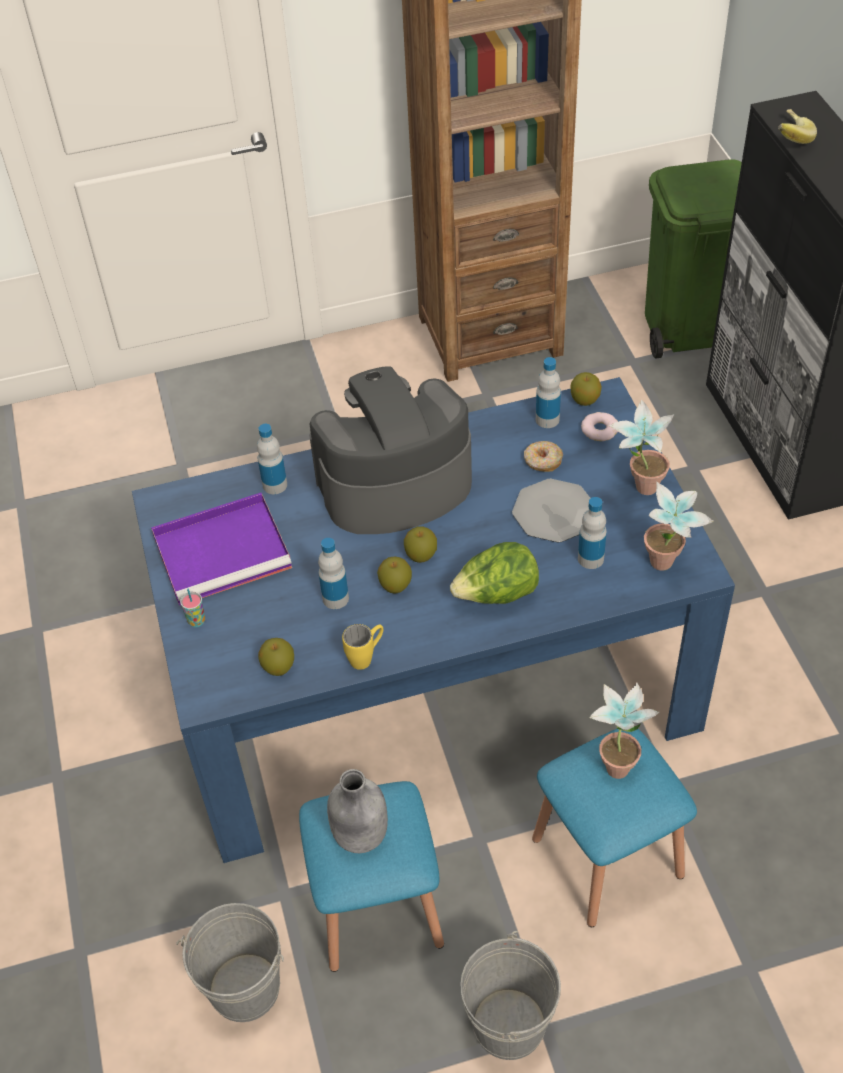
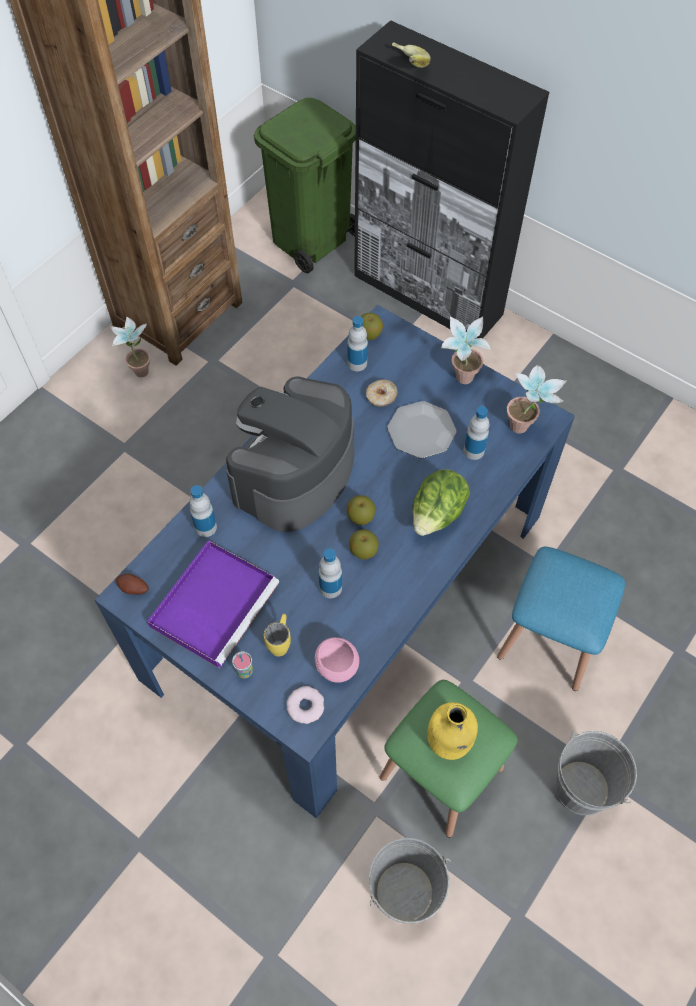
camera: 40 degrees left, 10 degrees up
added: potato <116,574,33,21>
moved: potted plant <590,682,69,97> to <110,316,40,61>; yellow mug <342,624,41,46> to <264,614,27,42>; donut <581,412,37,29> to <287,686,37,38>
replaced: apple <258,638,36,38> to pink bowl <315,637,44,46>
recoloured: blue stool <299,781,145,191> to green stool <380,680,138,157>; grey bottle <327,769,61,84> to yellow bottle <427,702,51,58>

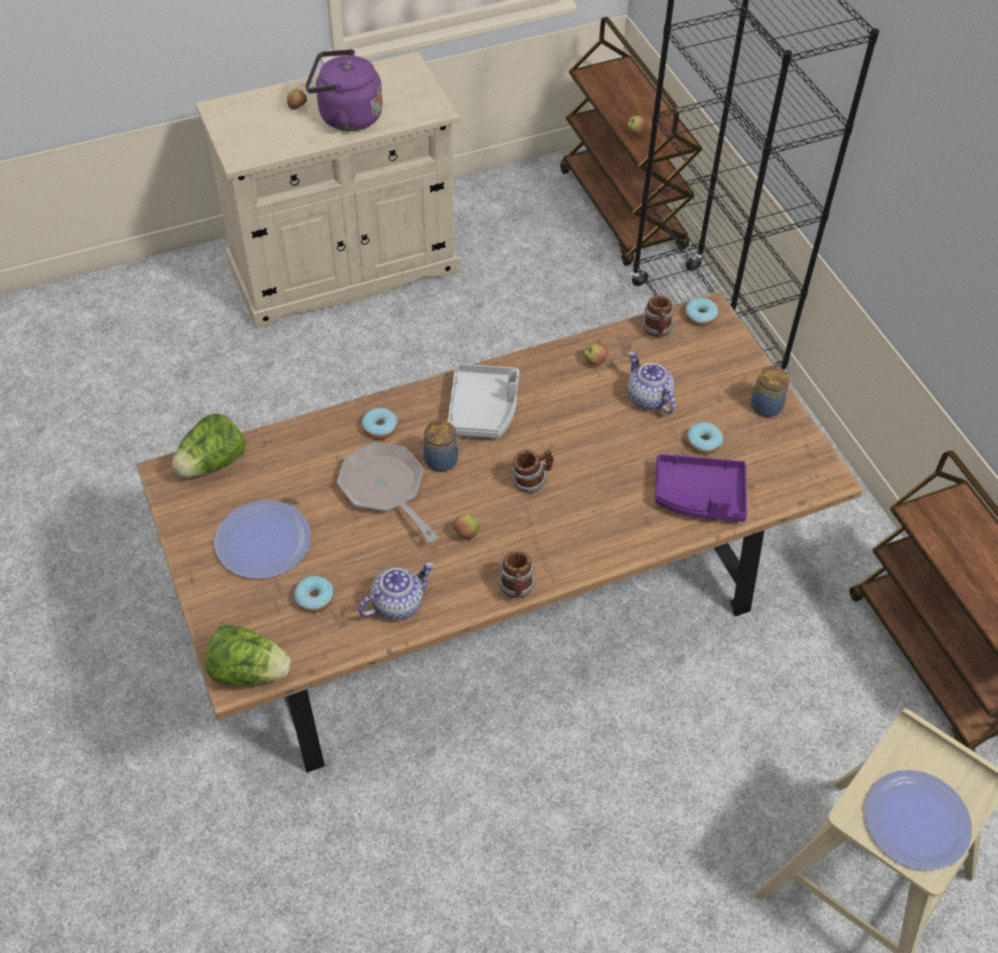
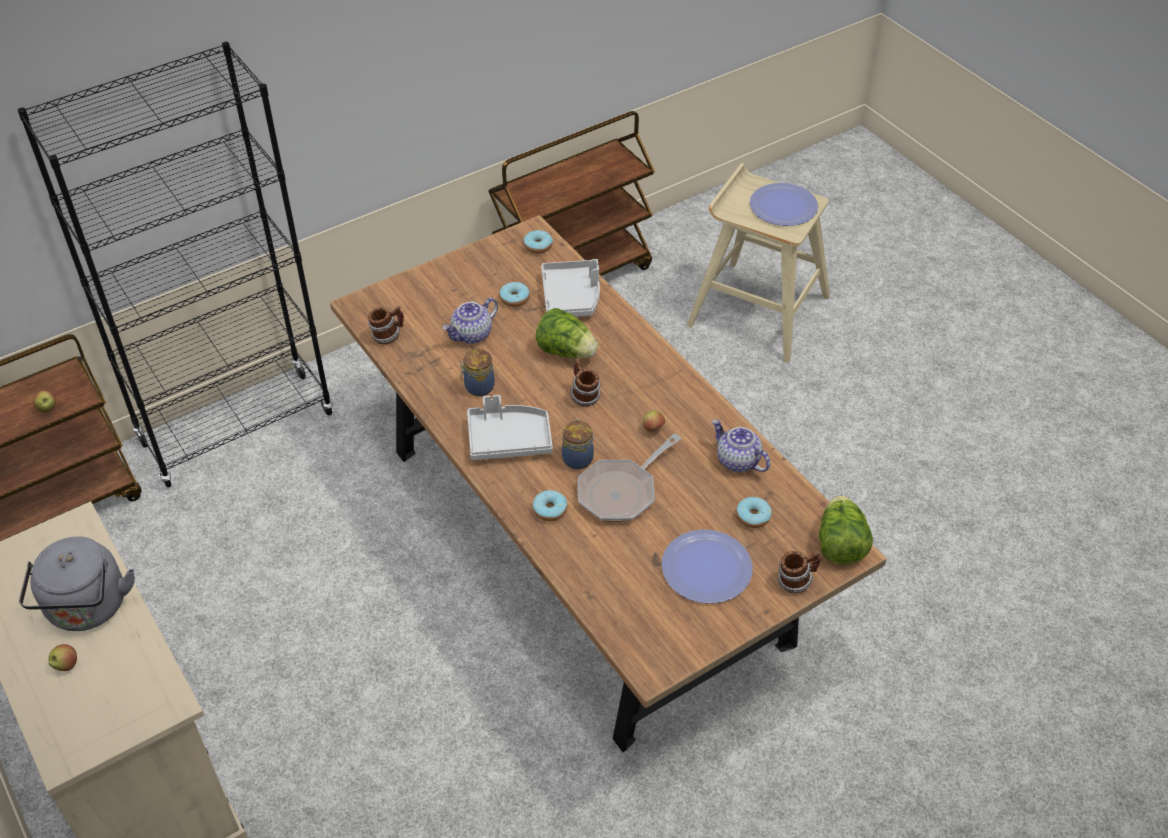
camera: 100 degrees left, 5 degrees down
removed: apple <584,343,24,23>
moved: jar <751,365,38,52> to <460,349,34,47>; donut <685,298,33,28> to <523,230,30,24>; lettuce <172,413,73,65> to <536,308,62,50>; mug <499,551,37,47> to <778,551,43,42>
recoloured: purple kettle <305,49,78,82> to grey kettle <19,536,116,95>; purple tray <655,454,92,68> to grey tray <541,259,59,58>

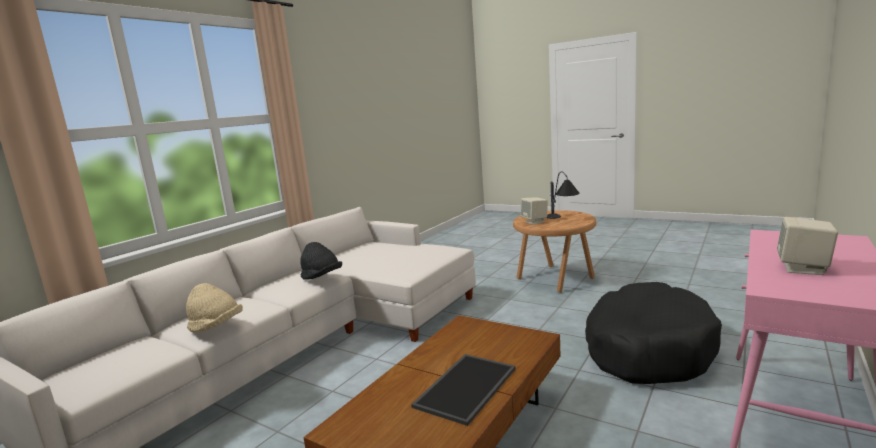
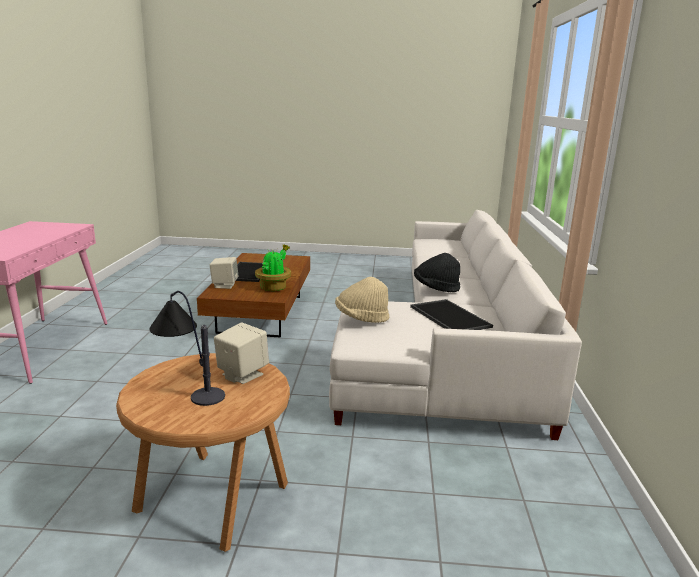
camera: 150 degrees right, 5 degrees up
removed: black dog bed <585,282,137,102>
added: potted plant <255,244,36,47>; tray <410,299,83,31>
moved: beige speaker <777,217,61,58> to <210,257,29,32>; beige hat <186,283,57,49> to <335,277,54,46>

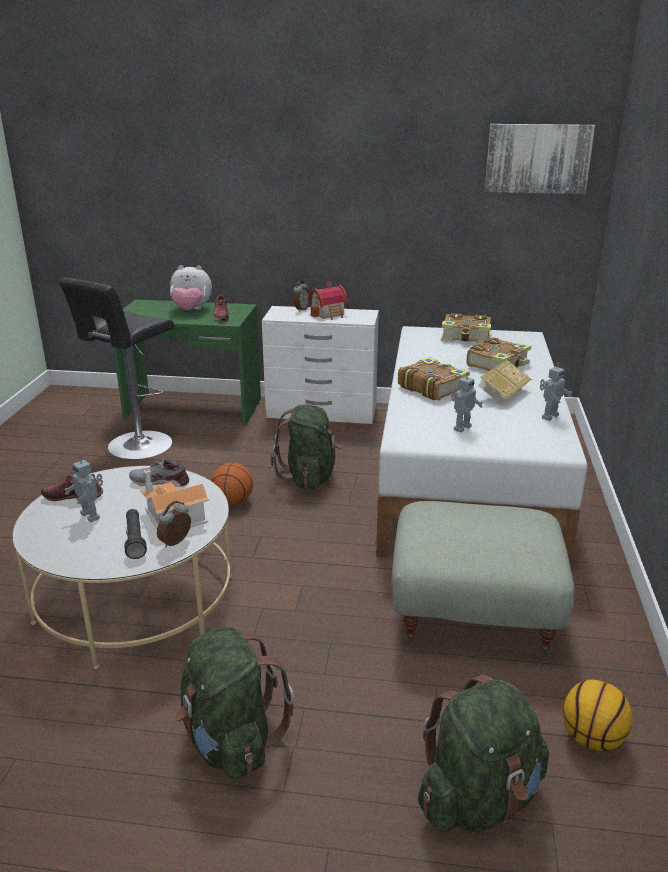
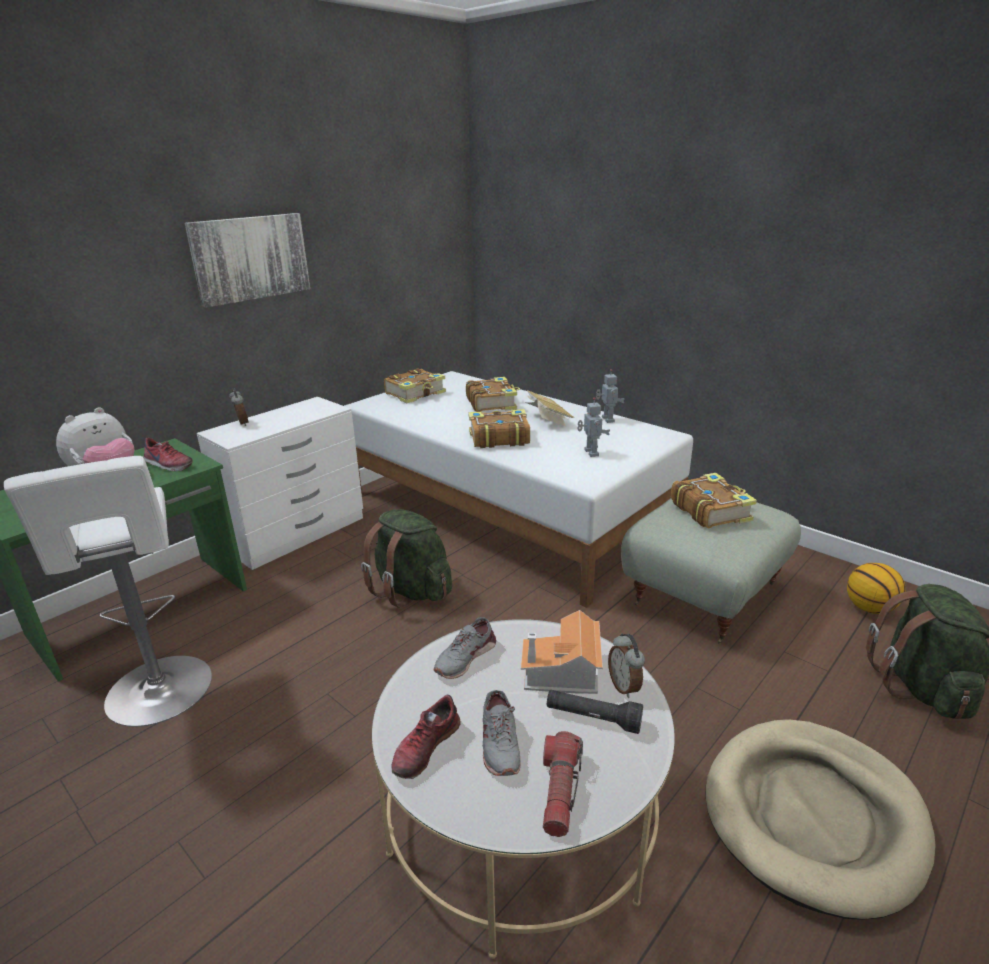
camera: 55 degrees left, 0 degrees up
removed: basketball <211,463,42,42>; toy house <308,282,40,38>
added: flashlight <543,731,40,106>; book <671,473,86,55>
moved: picture <485,124,110,70> to <185,213,125,95>
replaced: toy robot <64,456,39,66> to grey shoe <483,690,38,86>; green backpack <174,627,120,153> to beige dog bed <705,719,231,201>
recoloured: black stool <58,278,116,182> to white stool <4,456,208,271>

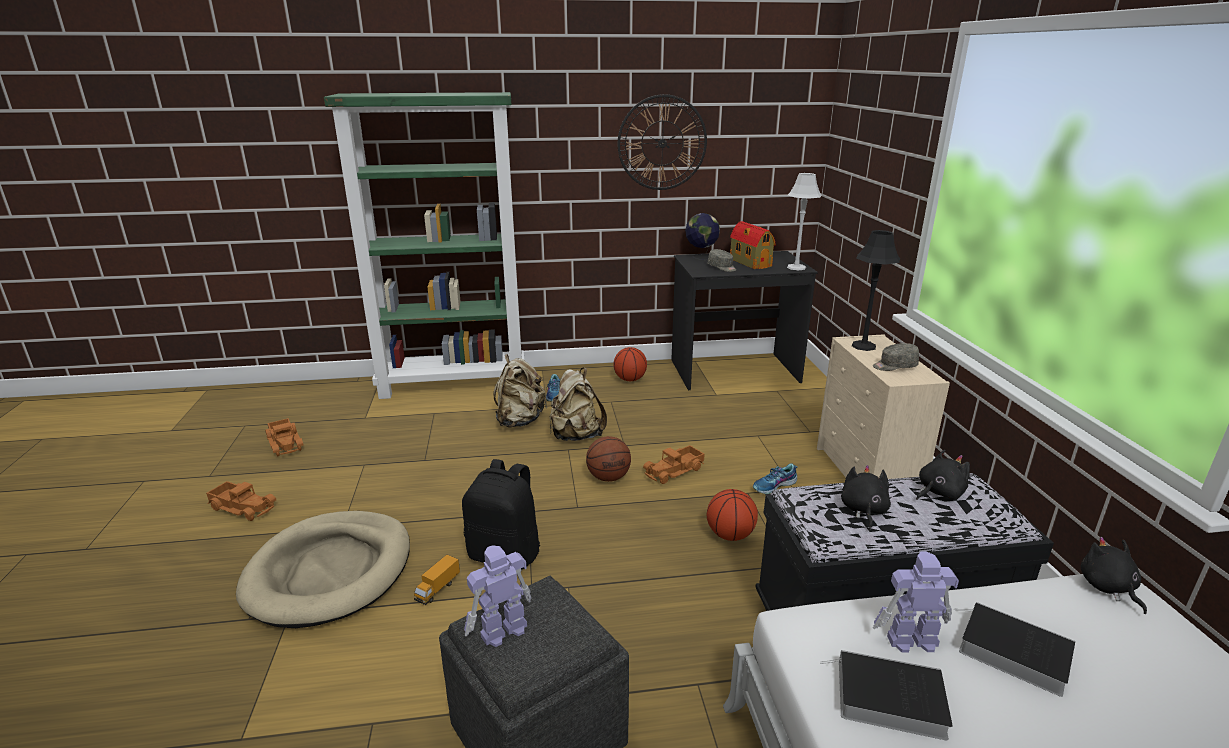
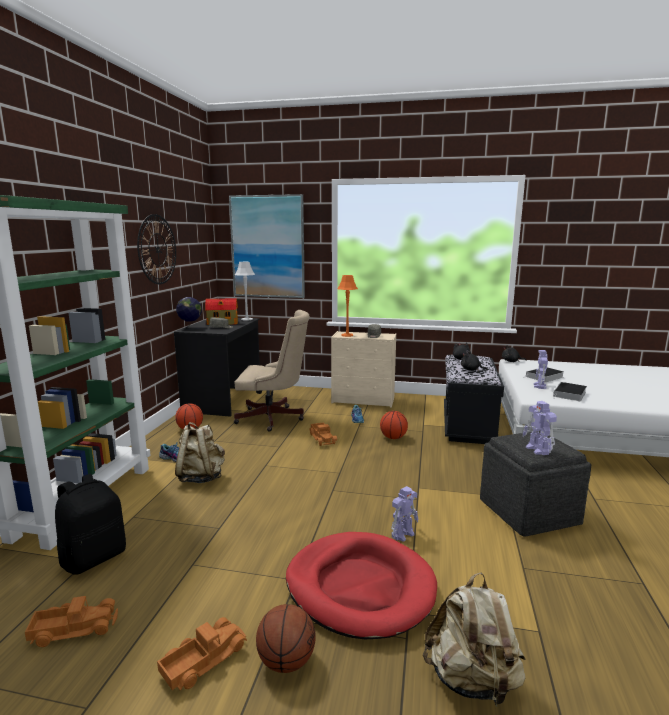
camera: 70 degrees left, 10 degrees down
added: picture <229,194,76,104>; beige office chair <234,310,76,122>
moved: black backpack <462,459,78,111> to <55,474,71,101>; basketball <586,436,45,46> to <256,604,60,69>; beige backpack <550,367,57,74> to <423,573,103,136>
replaced: toy truck <414,555,46,50> to toy robot <391,486,28,56>
recoloured: beige dog bed <236,511,174,117> to red dog bed <286,532,151,107>; black table lamp <852,230,48,121> to orange table lamp <337,275,21,62>

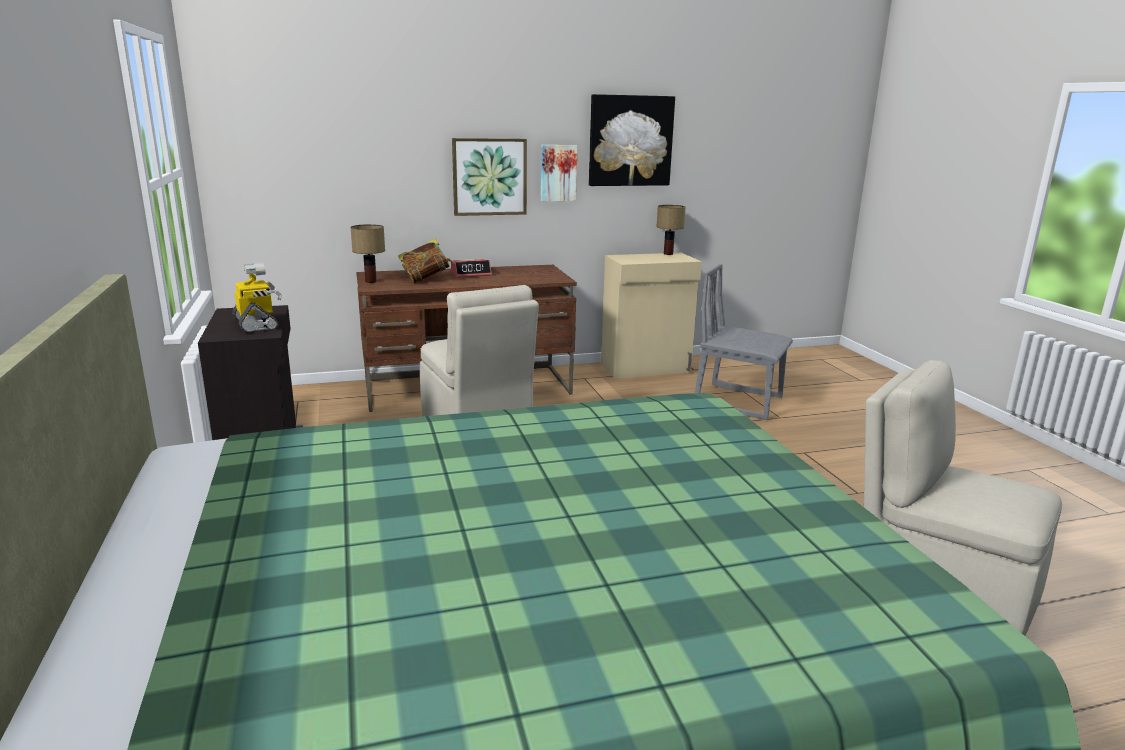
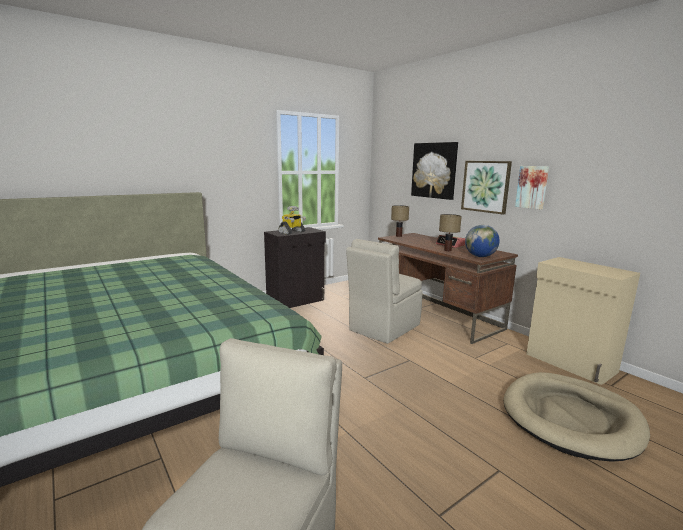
camera: 70 degrees right, 5 degrees down
removed: book <398,238,54,45>
added: globe <465,225,35,32>
moved: picture <589,94,86,92> to <411,142,47,58>; table lamp <657,205,29,50> to <439,214,23,37>
replaced: grey chair <695,264,98,156> to beige dog bed <504,372,146,89>

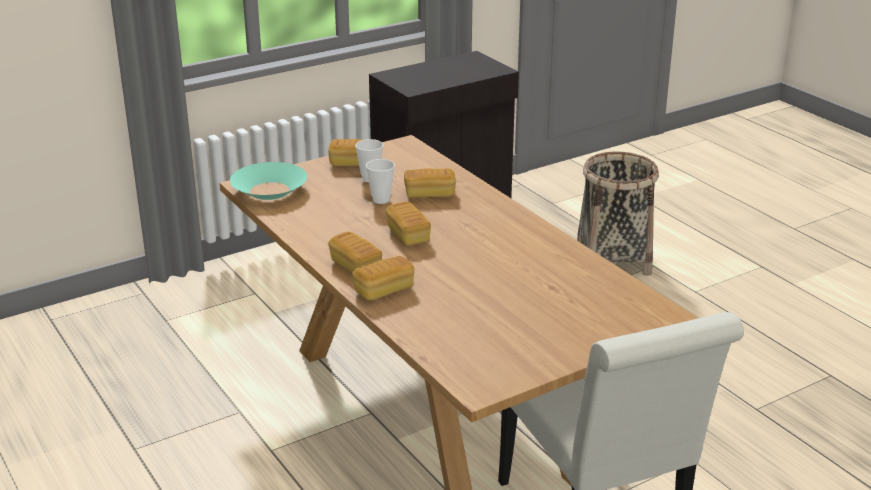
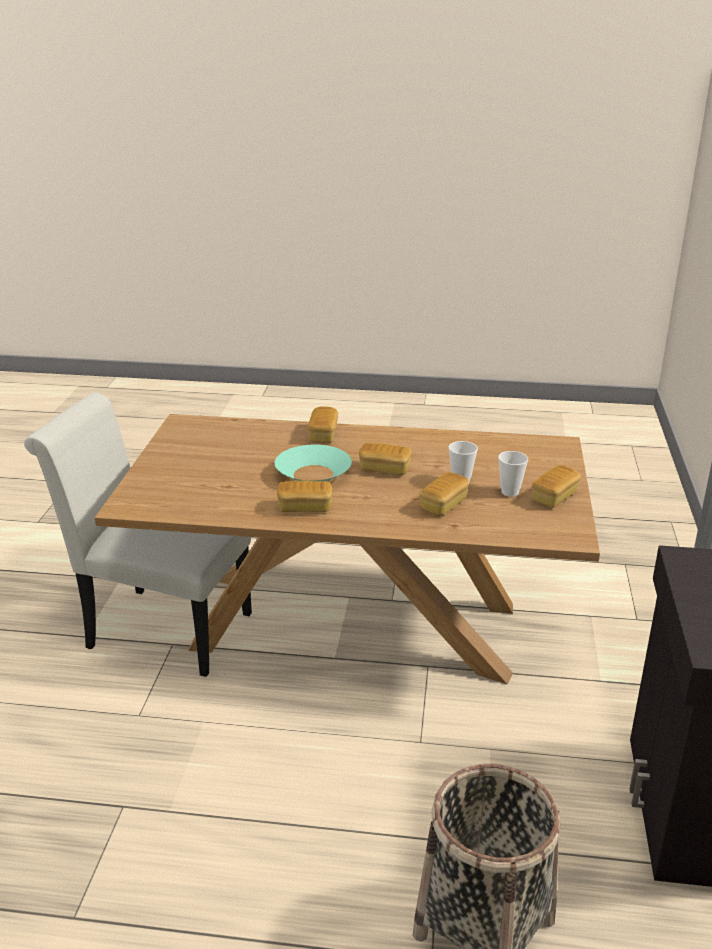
camera: 130 degrees right, 0 degrees up
moved: turquoise bowl <230,162,77,38> to <275,444,77,37>; bread <328,232,54,41> to <277,481,55,31>

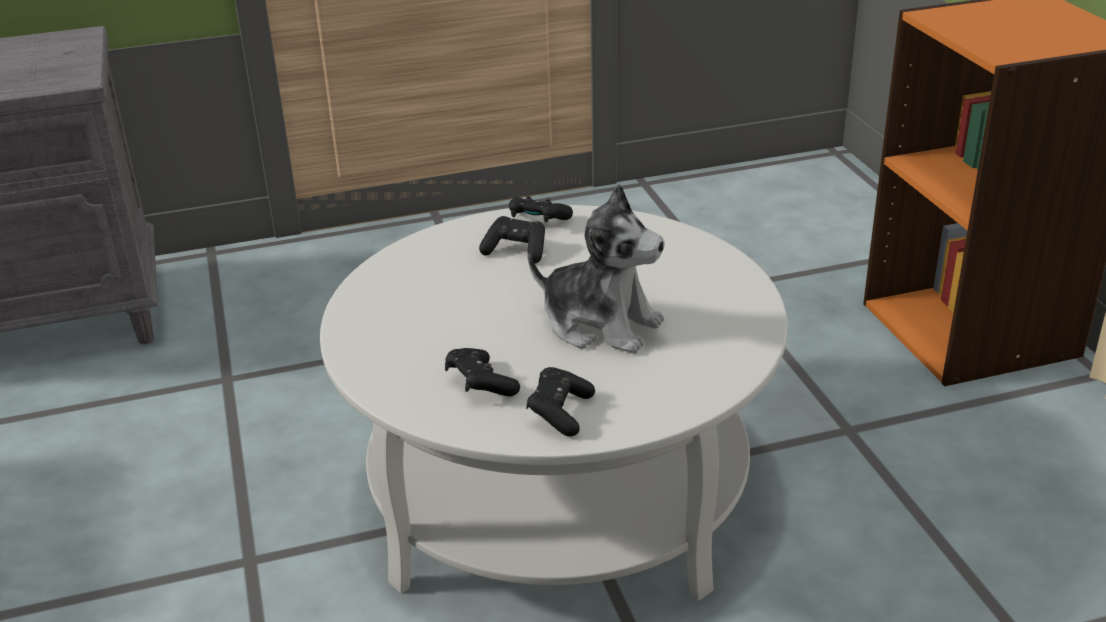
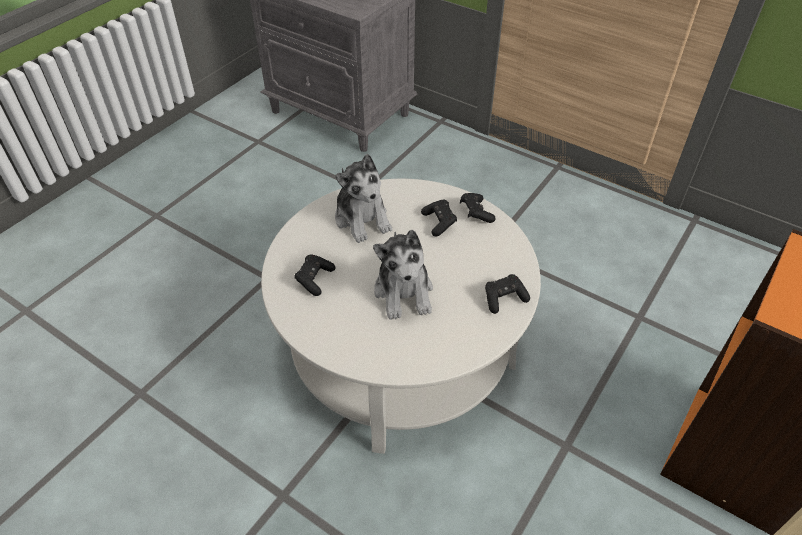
camera: 50 degrees right, 15 degrees up
added: plush toy <335,154,57,89>
moved: black game controller <526,367,69,69> to <485,274,45,40>

